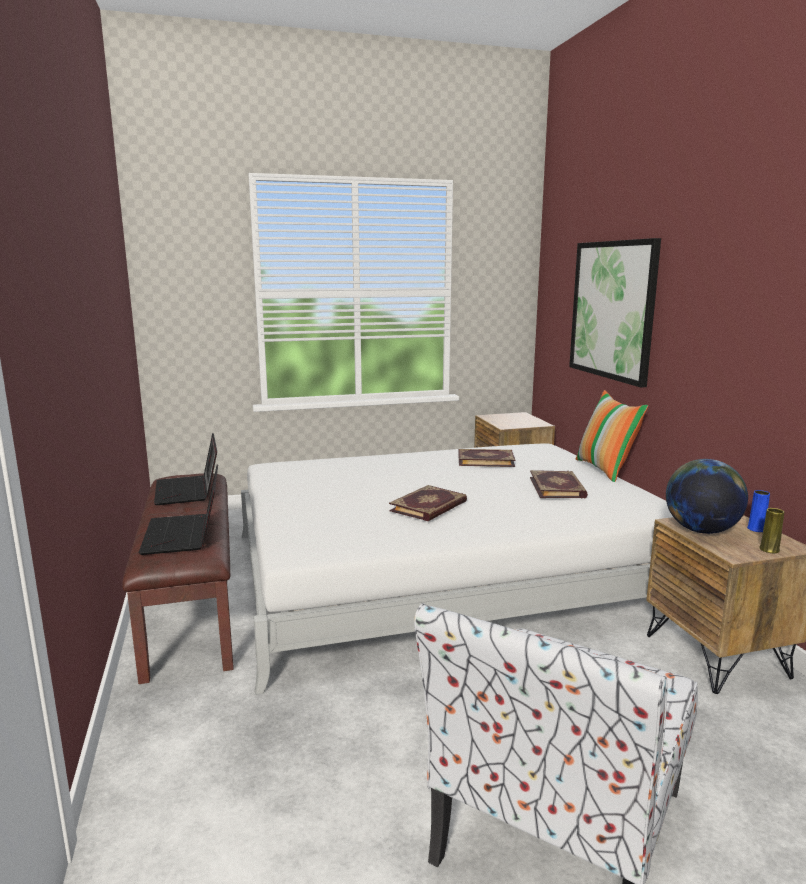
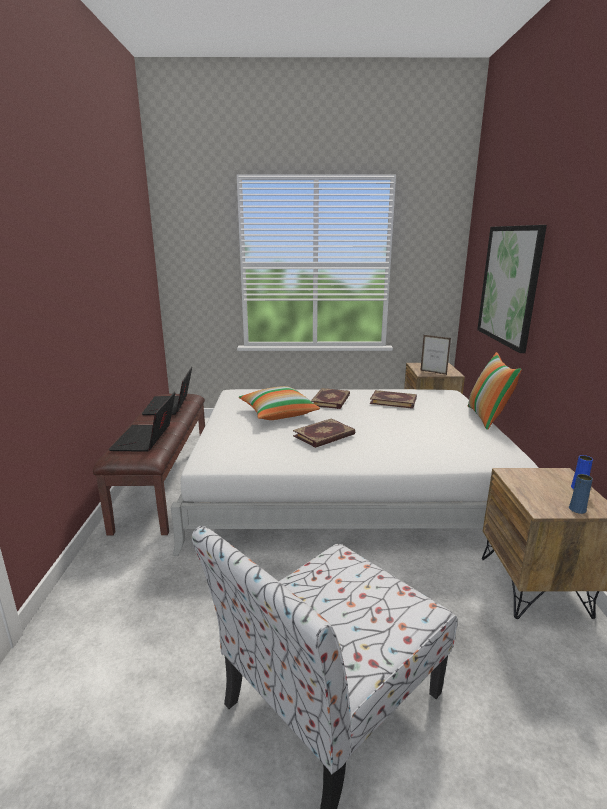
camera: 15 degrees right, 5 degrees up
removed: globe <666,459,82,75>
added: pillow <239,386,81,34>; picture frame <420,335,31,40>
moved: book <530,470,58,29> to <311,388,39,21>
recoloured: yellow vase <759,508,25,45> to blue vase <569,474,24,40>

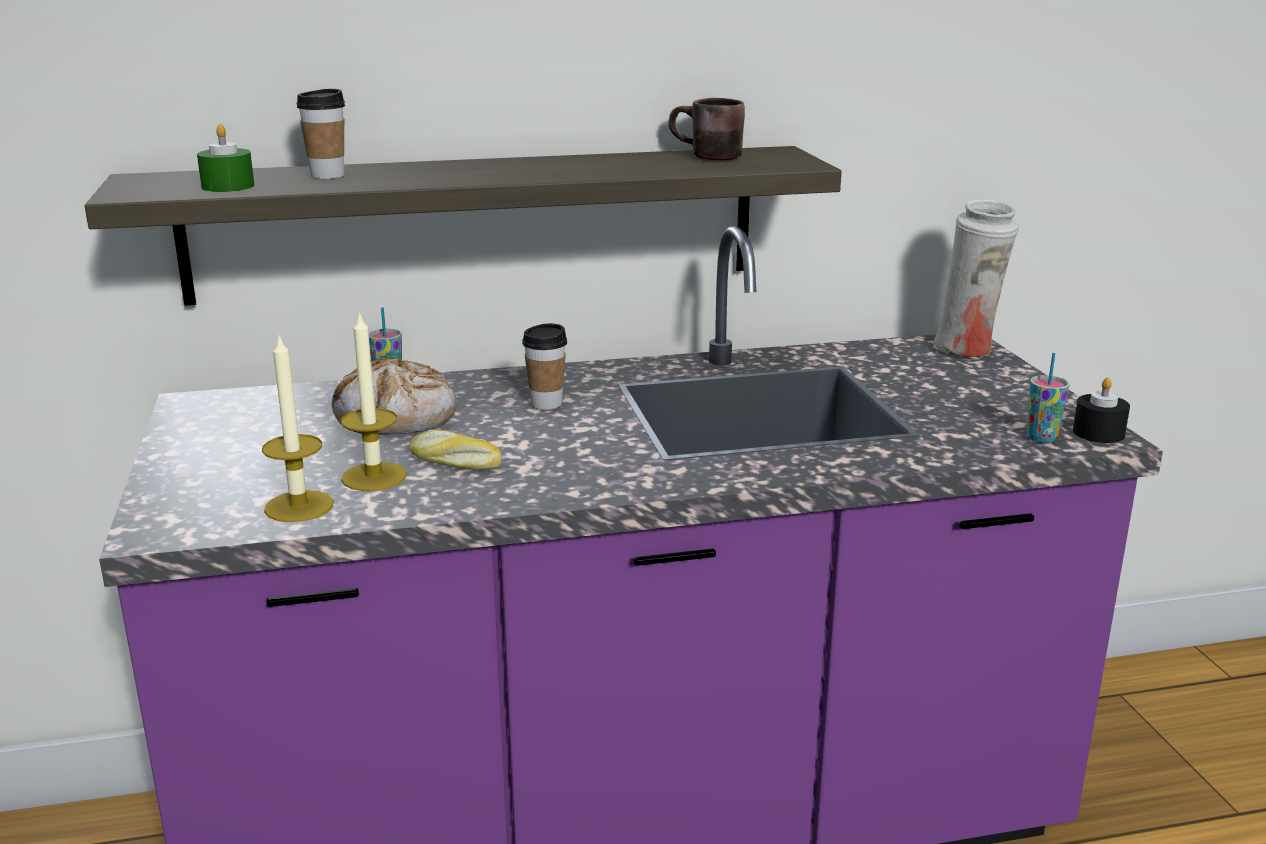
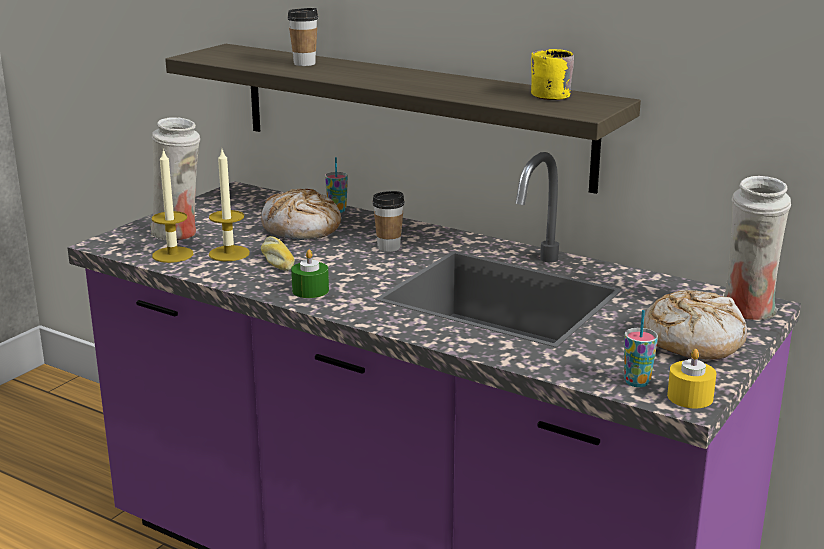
camera: 45 degrees right, 0 degrees up
added: white vase <150,118,50,122>; bread <643,290,104,70>
moved: green candle <197,124,58,68> to <291,250,38,48>
recoloured: brown mug <669,98,76,62> to yellow mug <531,49,43,51>; black candle <1073,377,57,66> to yellow candle <667,349,49,59>

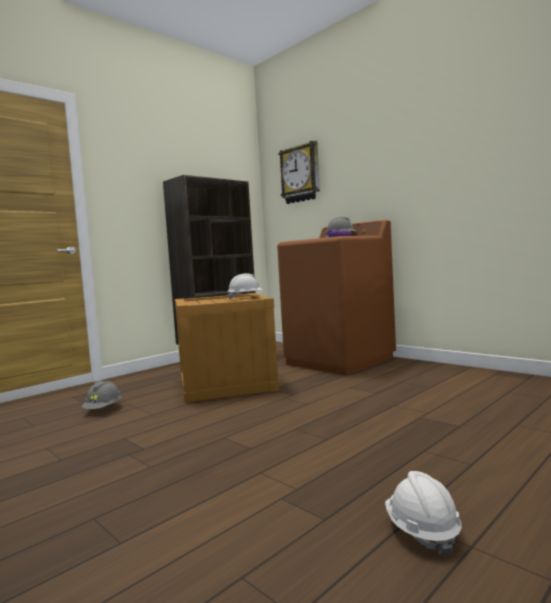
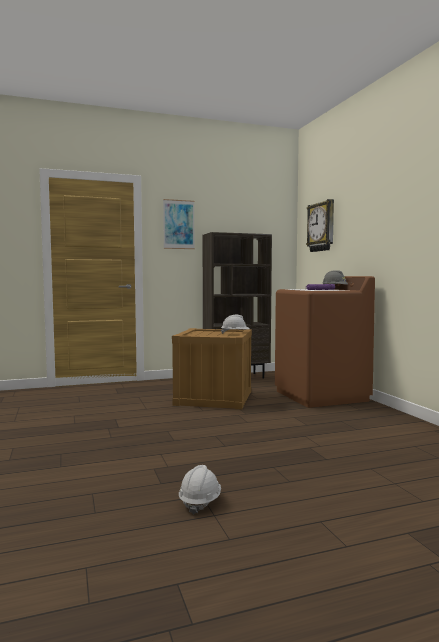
camera: 25 degrees right, 0 degrees up
removed: grey hard hat <82,381,40,28>
added: picture <163,199,32,50>

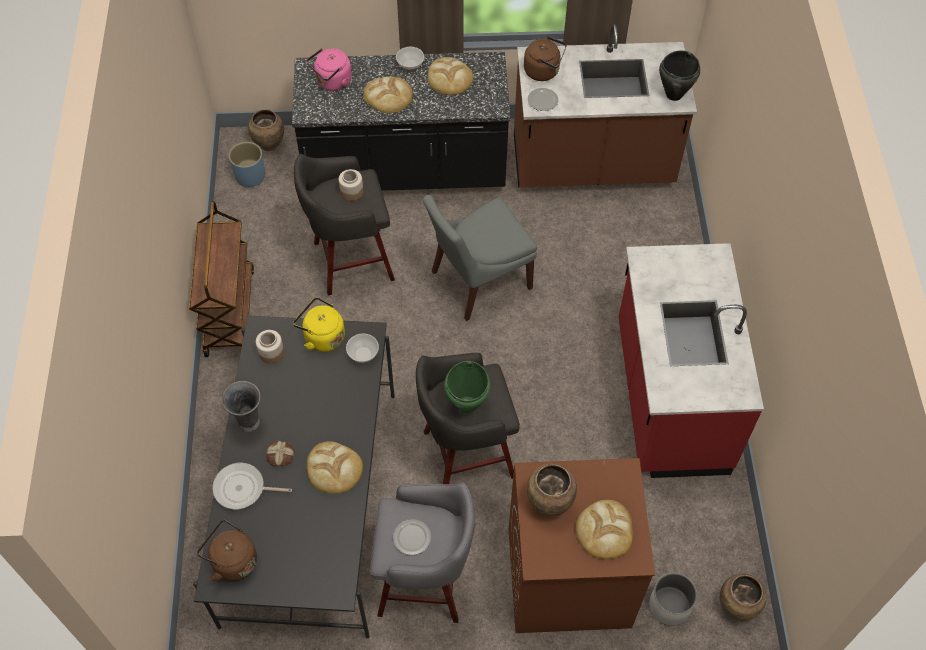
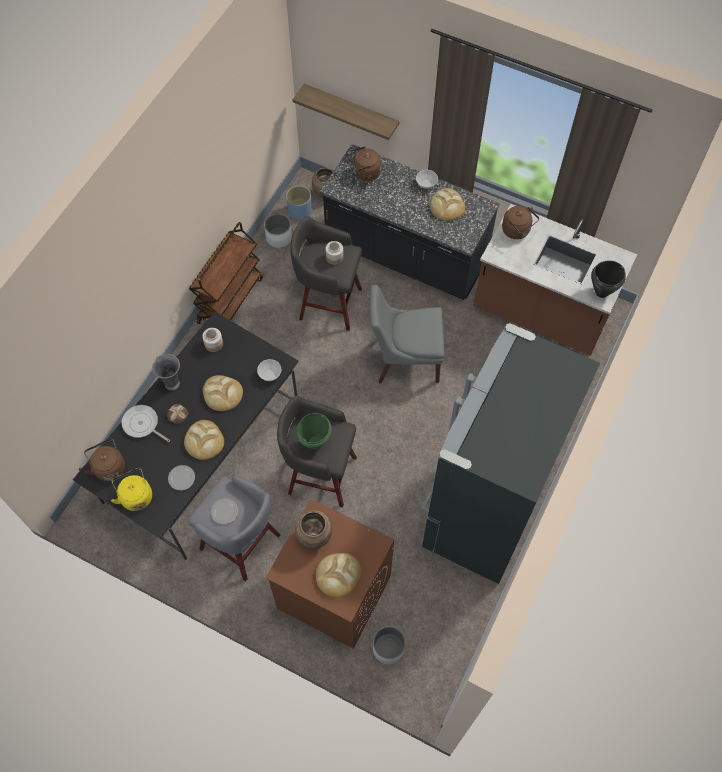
camera: 30 degrees right, 5 degrees up
removed: brown vase <720,573,46,48>
added: white planter <264,214,28,34>; shelf <293,84,107,56>
moved: yellow kettle <293,297,52,55> to <111,468,41,43>; plate <528,88,30,23> to <168,465,27,25>; bread <363,76,50,37> to <203,375,40,36>
replaced: red counter <618,243,146,235> to black fridge <420,323,180,261>
recoloured: pink kettle <306,48,46,43> to brown kettle <350,146,31,35>

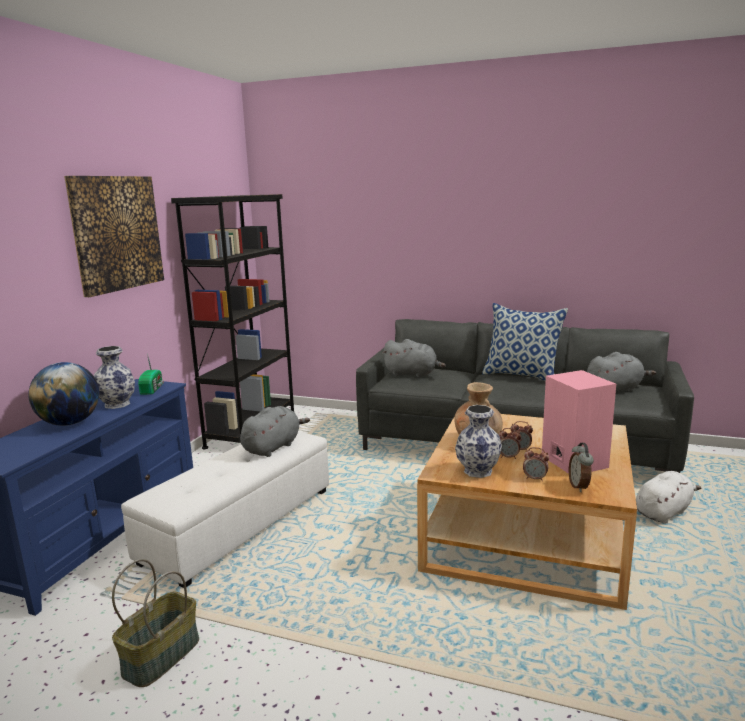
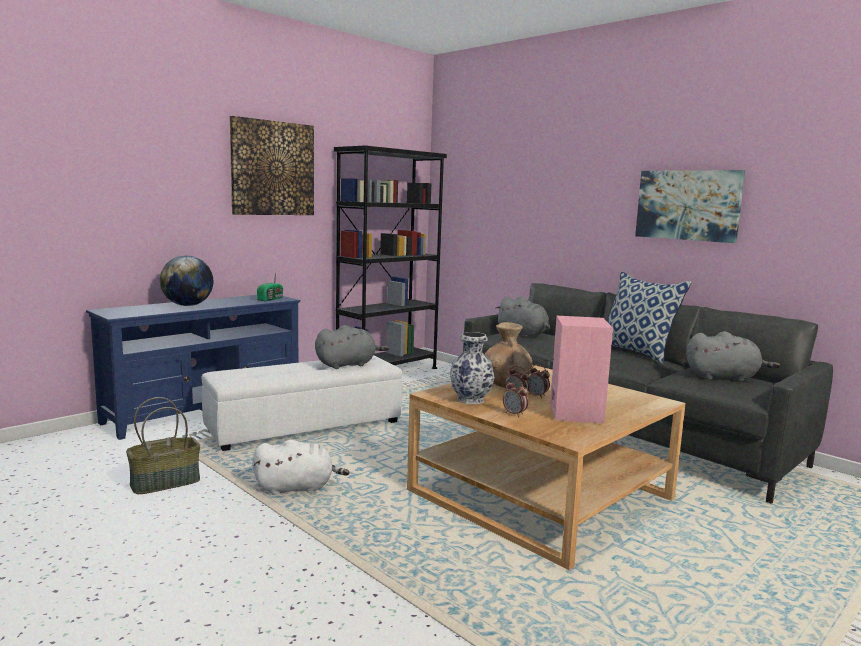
camera: 25 degrees right, 5 degrees down
removed: vase <94,346,41,63>; alarm clock <569,443,25,49>
added: picture <635,170,110,73>
moved: white plush toy <636,471,65,53> to <253,440,96,55>

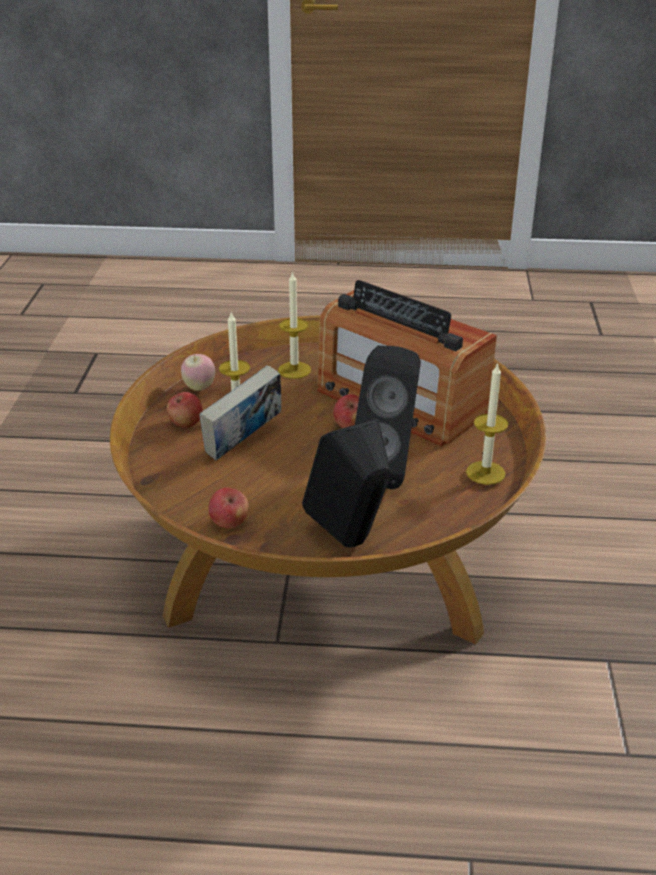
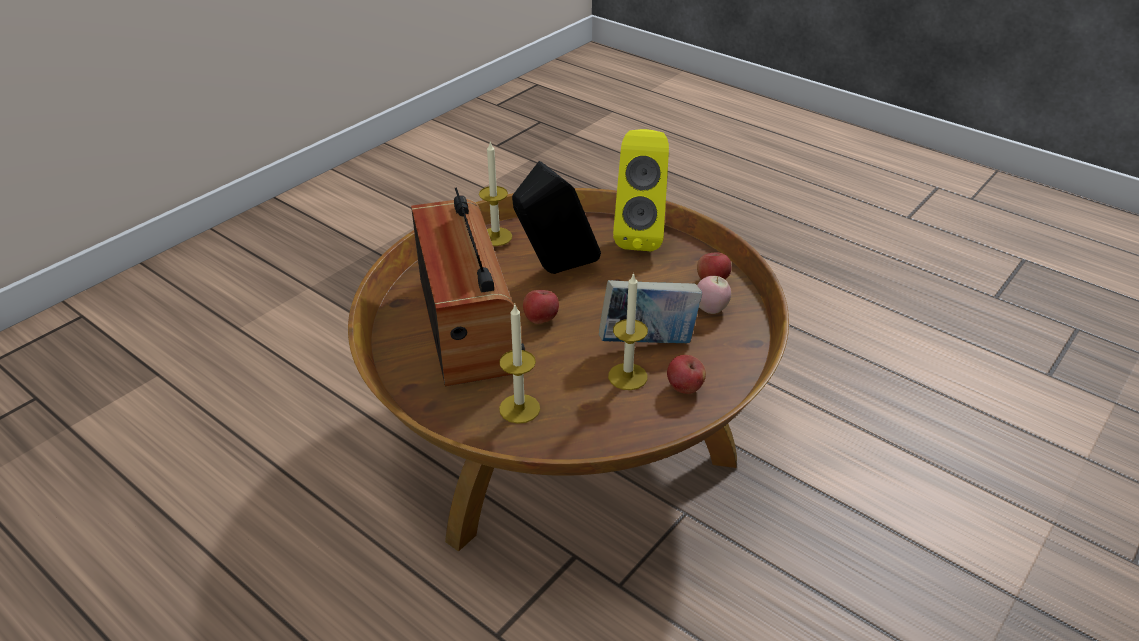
camera: 145 degrees left, 5 degrees up
moved: apple <181,354,34,37> to <697,276,34,38>
recoloured: black speaker <302,419,89,128> to yellow speaker <613,129,56,122>

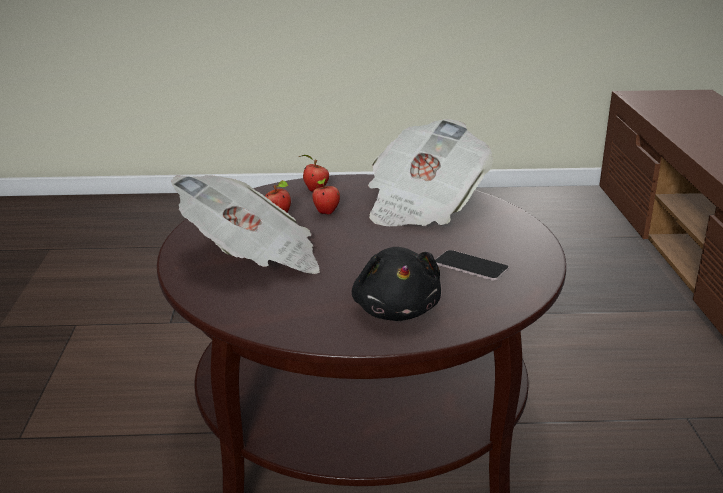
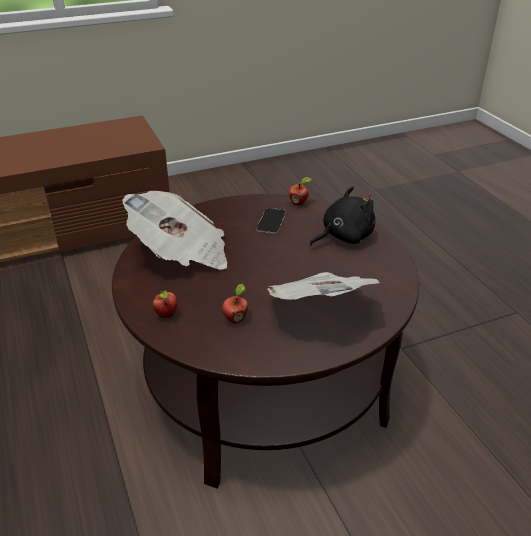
camera: 110 degrees left, 10 degrees up
moved: apple <312,178,28,37> to <289,177,23,28>

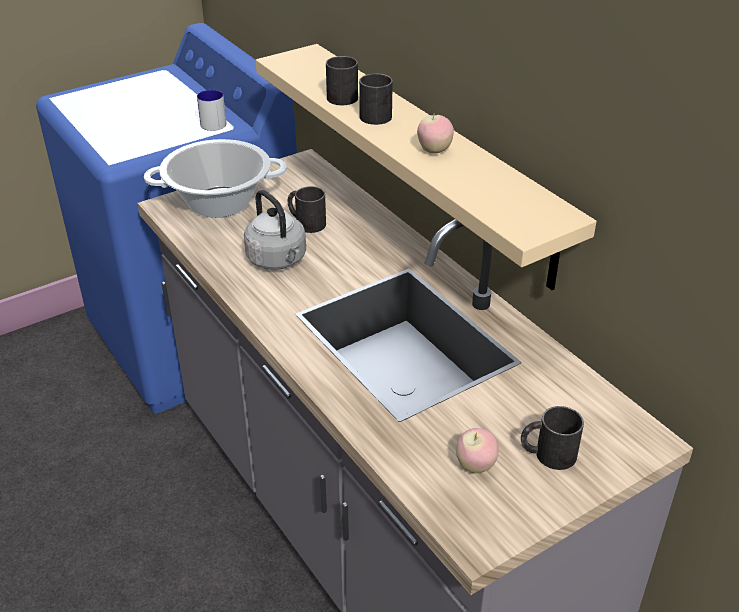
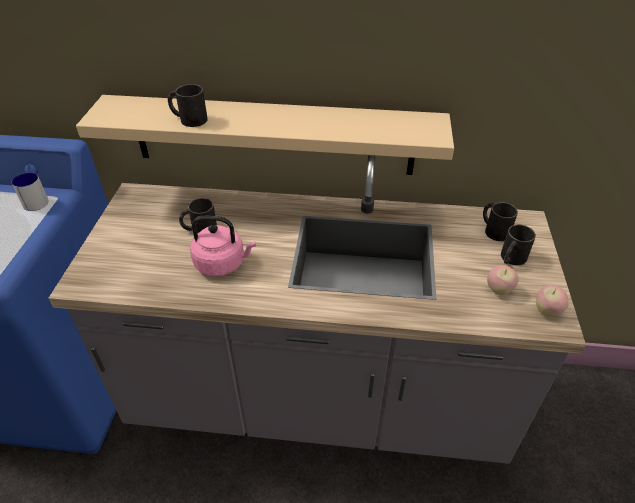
camera: 50 degrees left, 5 degrees up
removed: cooking pot <144,139,143,79>
moved: black mug <359,73,34,52> to <483,202,35,39>; apple <417,112,37,42> to <536,285,33,32>
recoloured: grey kettle <244,190,62,80> to pink kettle <190,216,66,61>

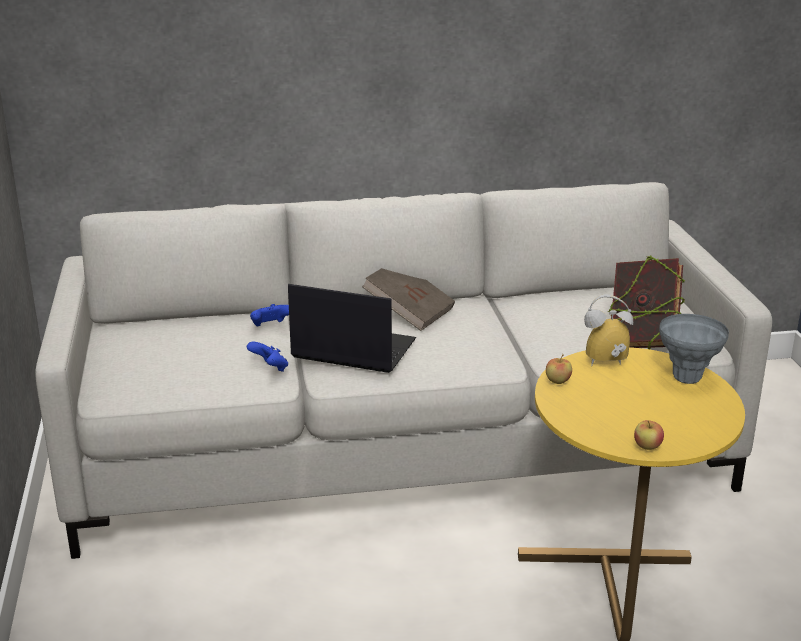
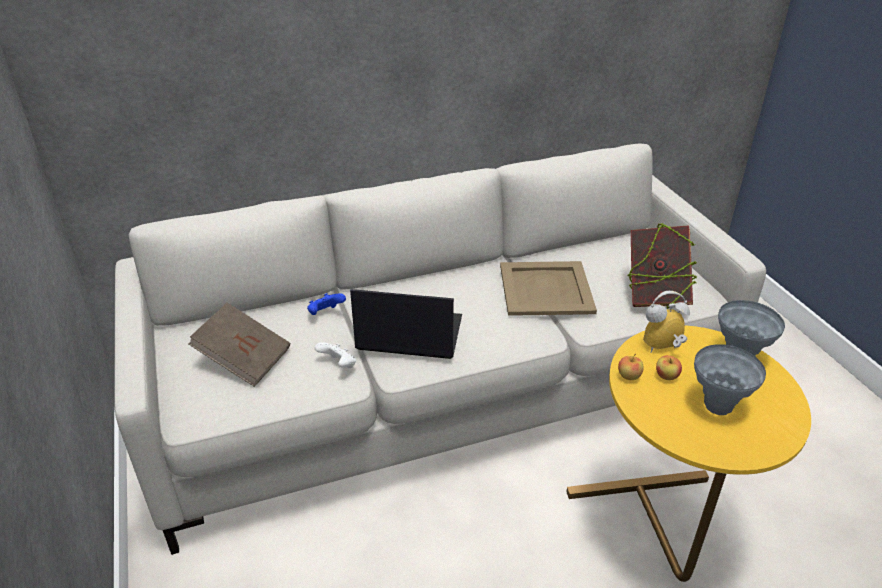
camera: 10 degrees left, 10 degrees up
added: beige tray <500,261,97,55>; grey vase <694,344,72,71>
moved: brown book <362,268,93,63> to <188,303,102,84>; apple <634,420,30,30> to <656,355,26,25>
recoloured: blue game controller <247,342,41,30> to white game controller <315,342,41,26>

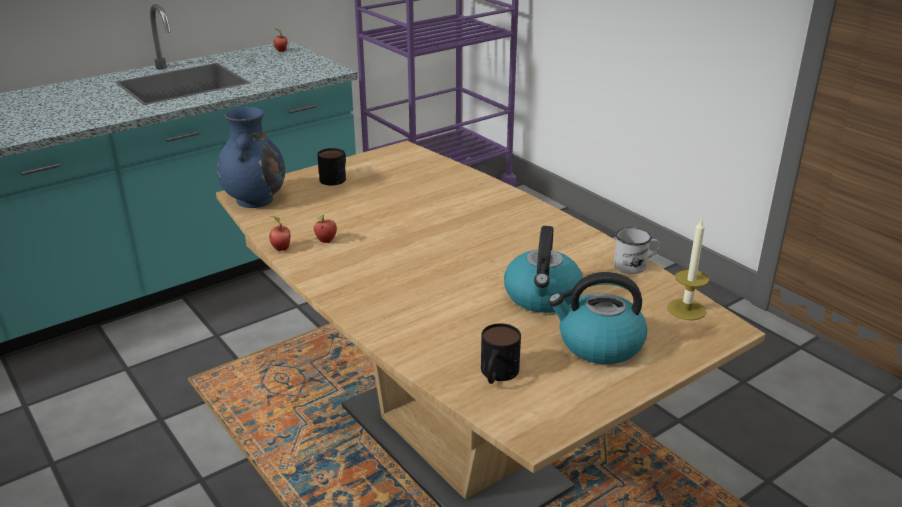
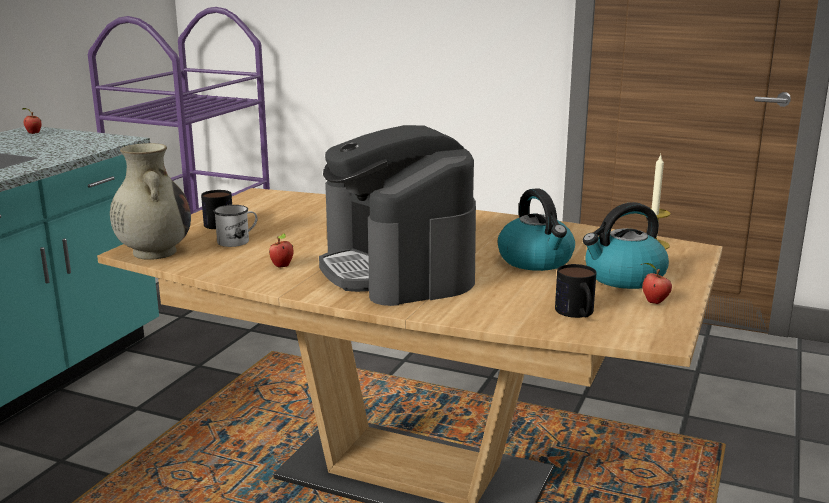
camera: 30 degrees left, 10 degrees down
added: coffee machine <319,125,157,181>
moved: white mug <614,227,46,47> to <213,205,45,42>; apple <269,216,21,35> to <641,263,31,41>
recoloured: blue vase <217,107,68,101> to beige vase <110,143,81,117>

